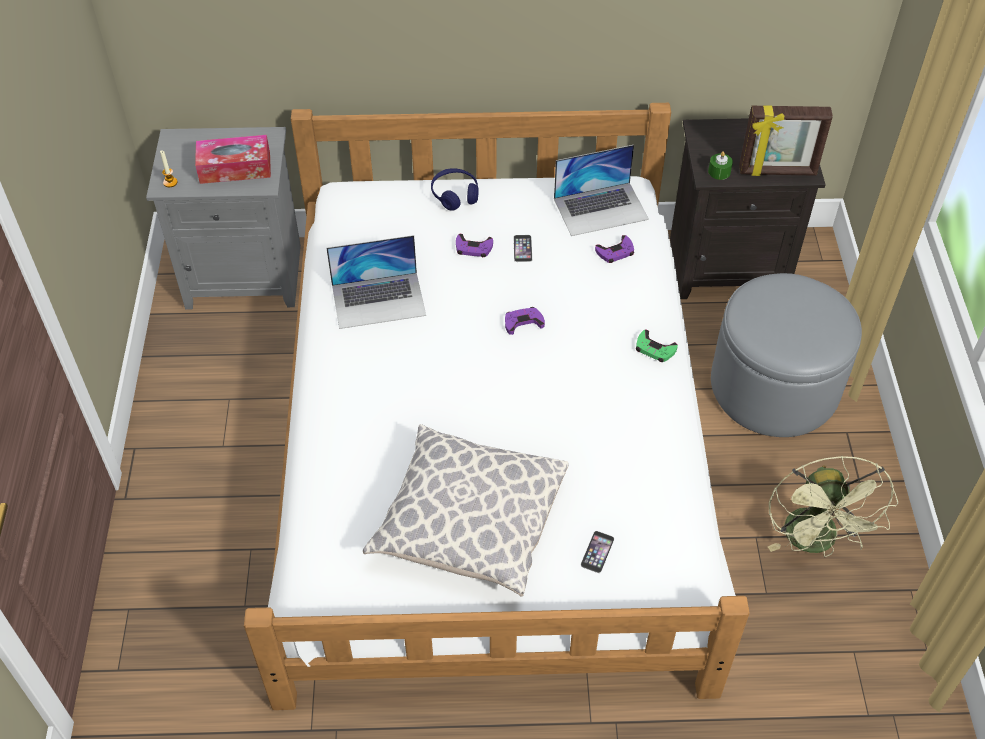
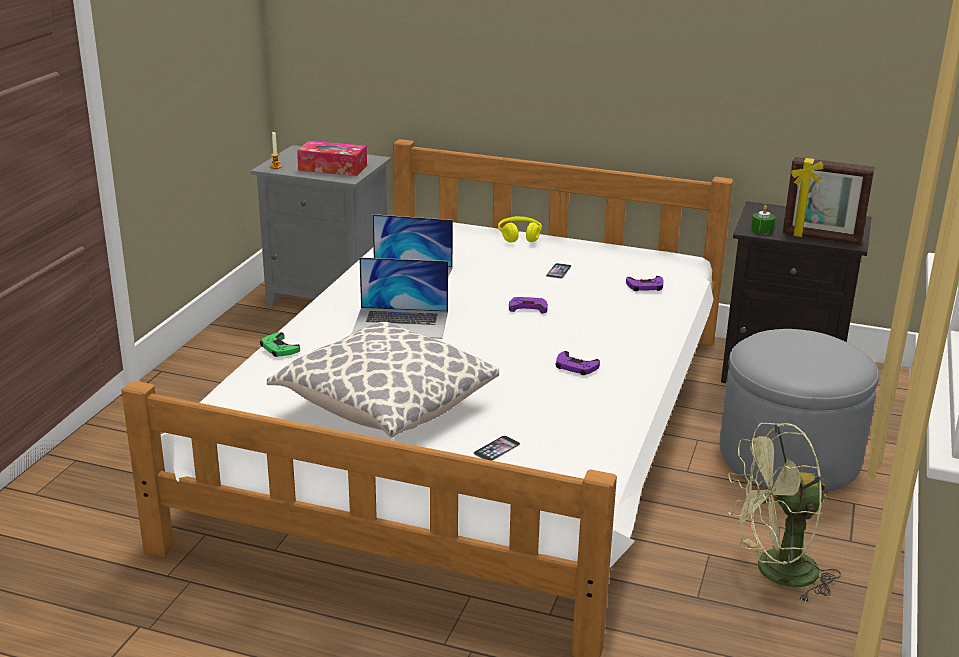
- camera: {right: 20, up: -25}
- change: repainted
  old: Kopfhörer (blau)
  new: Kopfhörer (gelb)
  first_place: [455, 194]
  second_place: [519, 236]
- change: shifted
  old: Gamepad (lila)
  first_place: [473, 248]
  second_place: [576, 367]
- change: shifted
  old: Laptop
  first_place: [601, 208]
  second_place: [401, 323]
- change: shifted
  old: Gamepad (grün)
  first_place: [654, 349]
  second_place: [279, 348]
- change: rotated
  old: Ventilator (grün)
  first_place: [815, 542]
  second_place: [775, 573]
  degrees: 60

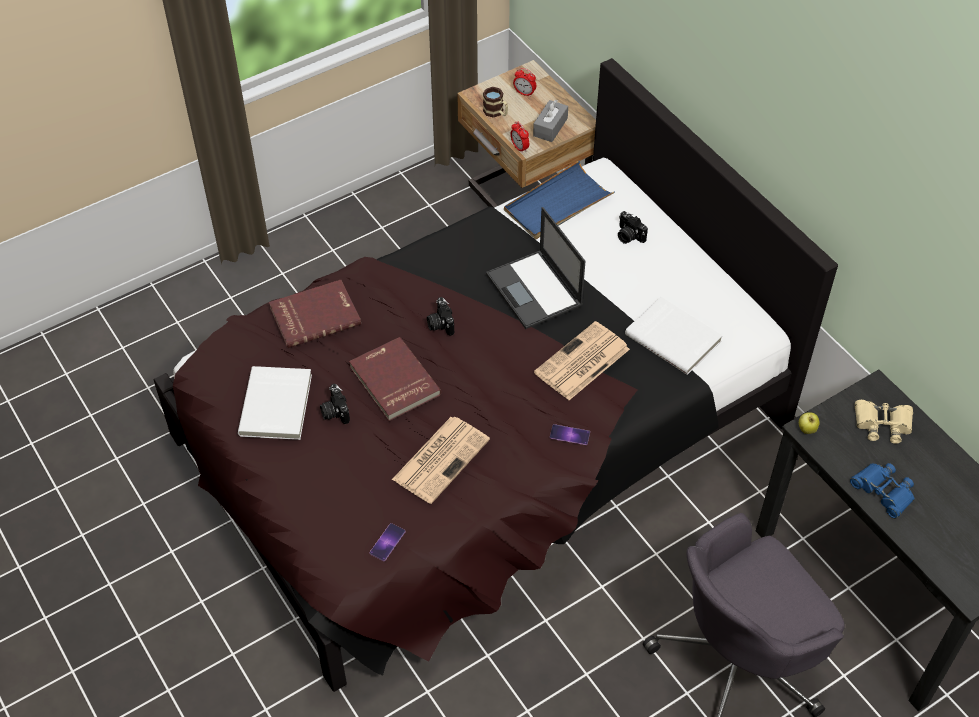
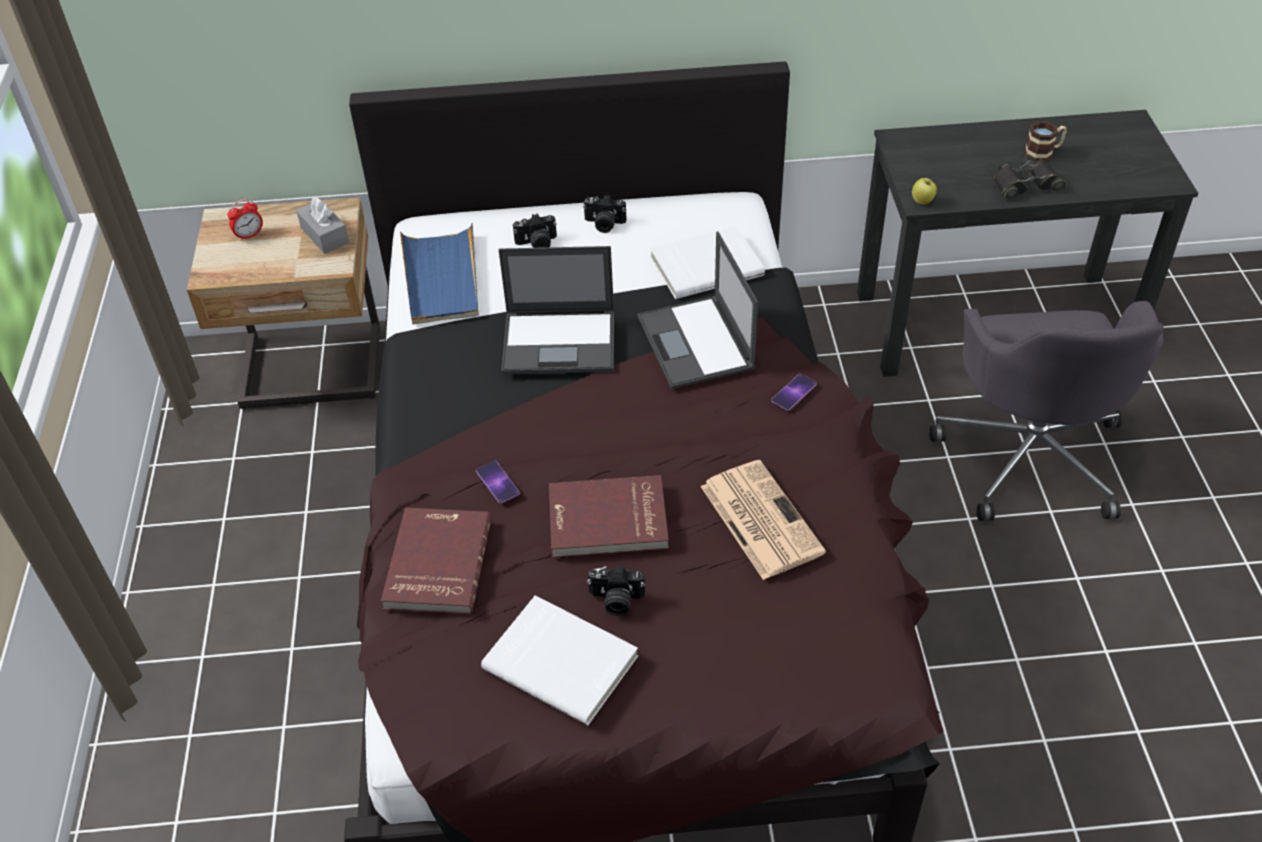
- camera: {right: -60, up: -5}
- change: shifted
  old: Handy
  first_place: [387, 542]
  second_place: [497, 482]
- change: shifted
  old: Kamera
  first_place: [440, 324]
  second_place: [604, 224]
- change: shifted
  old: Henkelbecher
  first_place: [496, 112]
  second_place: [1043, 153]
- change: gone
  old: Wecker
  first_place: [519, 148]
- change: swapped
  old: Zeitung
  new: Laptop
  first_place: [581, 362]
  second_place: [696, 344]
- change: repainted
  old: Fernglas (blau)
  new: Fernglas (schwarz)
  first_place: [883, 491]
  second_place: [1025, 184]
- change: gone
  old: Fernglas (beige)
  first_place: [882, 424]

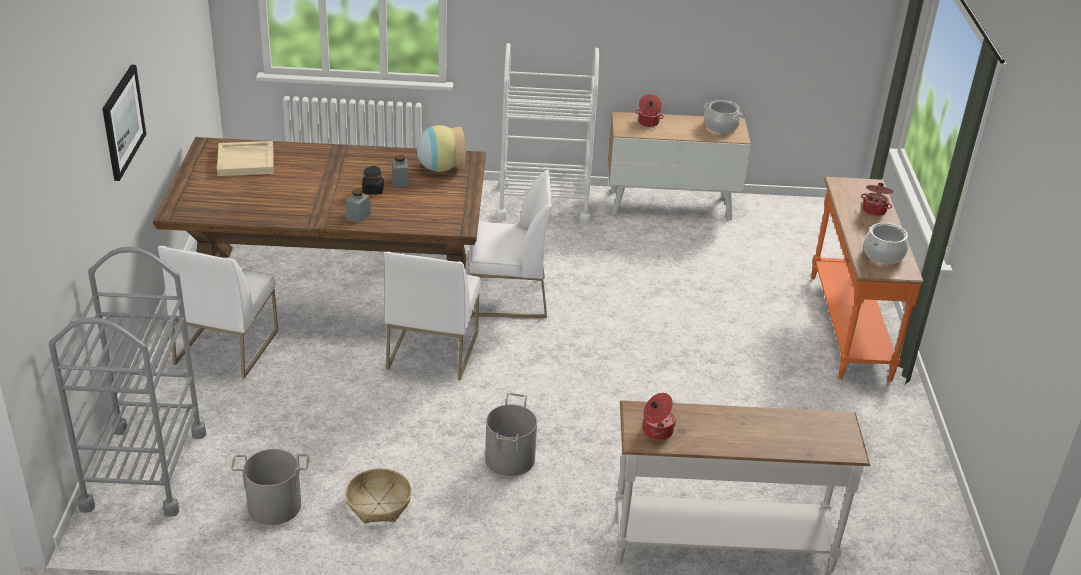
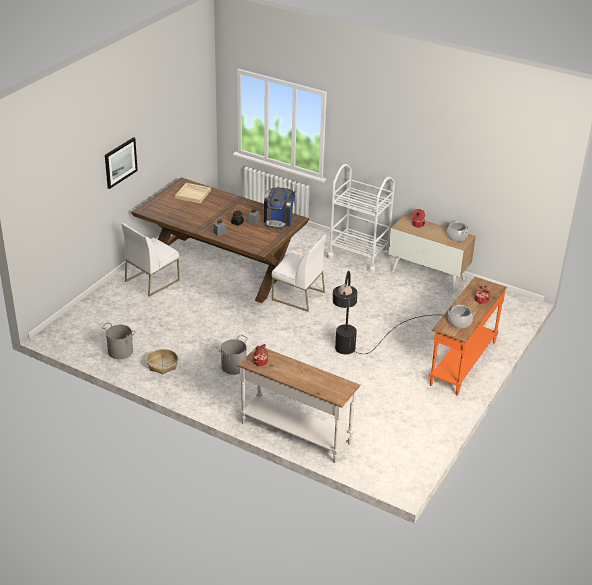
- camera: {right: 30, up: 0}
- change: gone
  old: Rollwagen (grau)
  first_place: [144, 470]
- change: gone
  old: Stuhl (weiß)
  first_place: [432, 349]
- change: swapped
  old: Vase
  new: Kaffeemaschine
  first_place: [440, 168]
  second_place: [278, 220]
- change: new
  new: Stehlampe (schwarz)
  second_place: [355, 364]

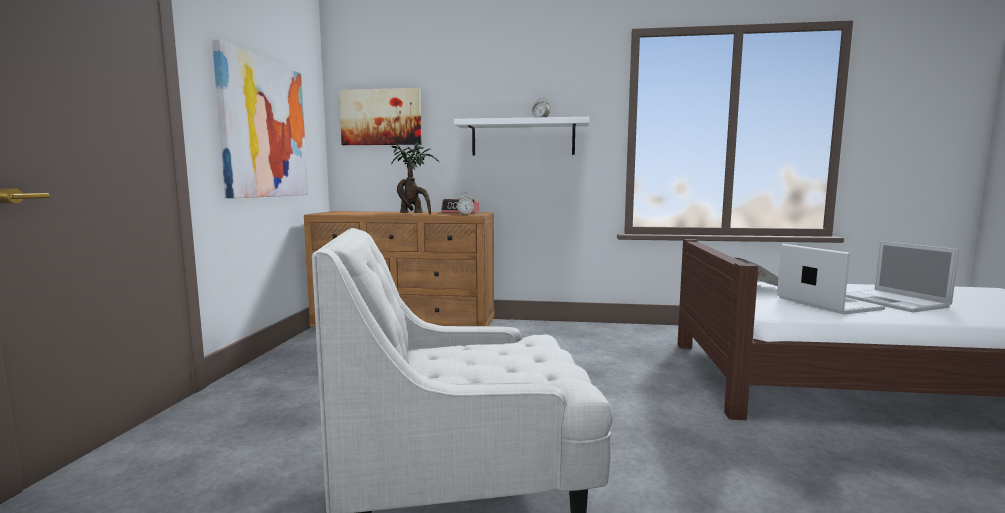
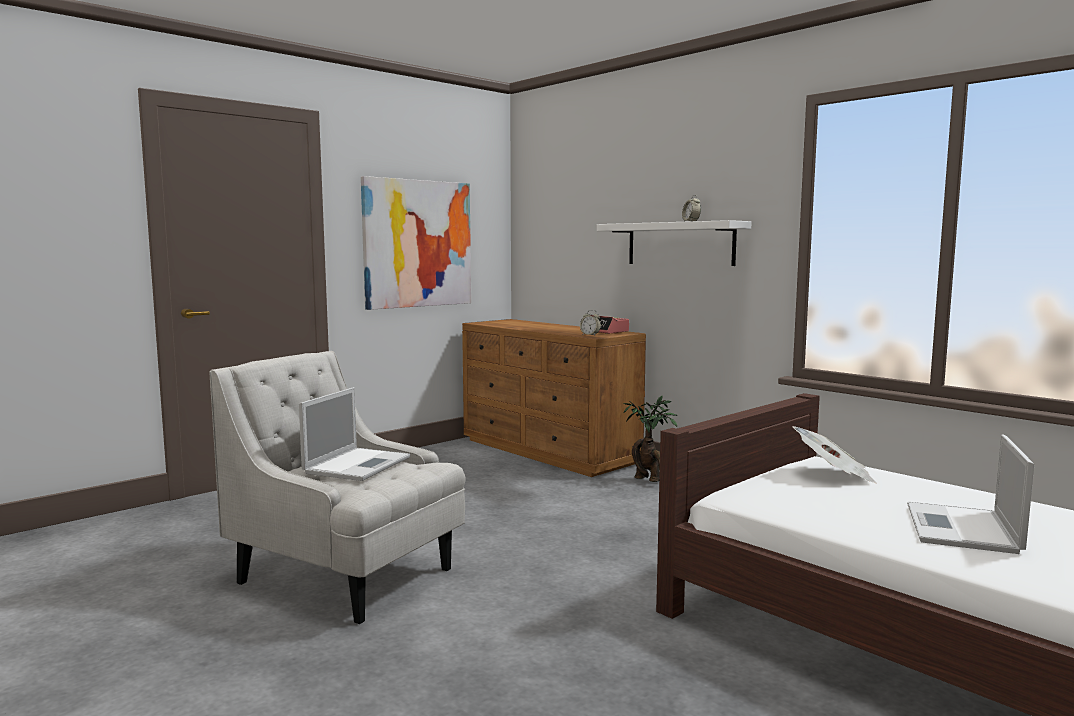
- camera: {right: 40, up: 0}
- change: gone
  old: Bild
  first_place: [381, 117]
- change: shifted
  old: Topfpflanze
  first_place: [414, 213]
  second_place: [649, 481]
- change: shifted
  old: Laptop
  first_place: [826, 303]
  second_place: [358, 464]

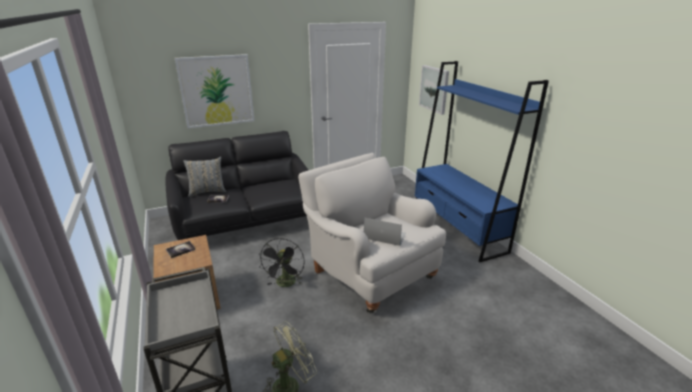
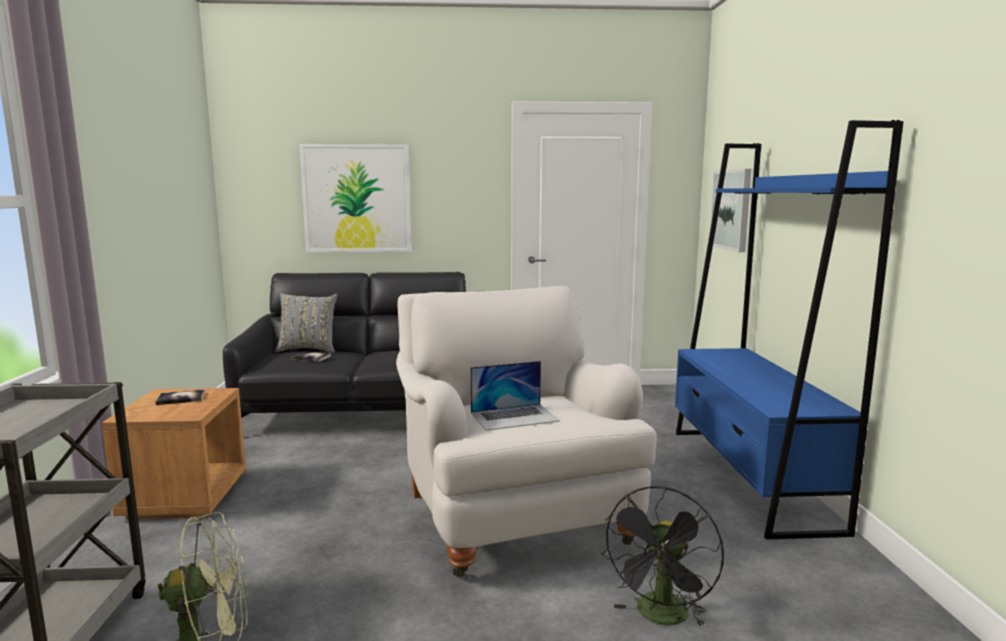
- camera: {right: 20, up: -15}
- change: shifted
  old: Ventilator (schwarz)
  first_place: [285, 284]
  second_place: [661, 617]
- change: rotated
  old: Laptop
  first_place: [384, 235]
  second_place: [514, 417]
  degrees: 120

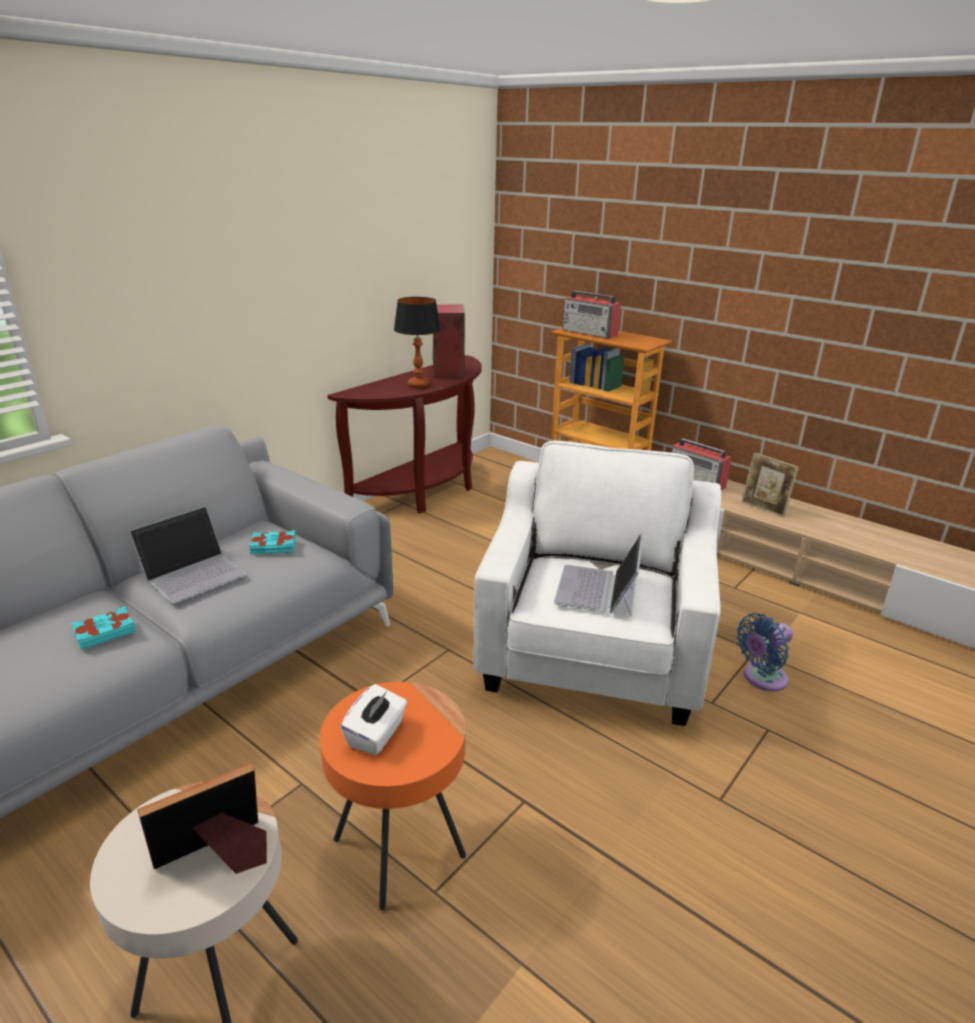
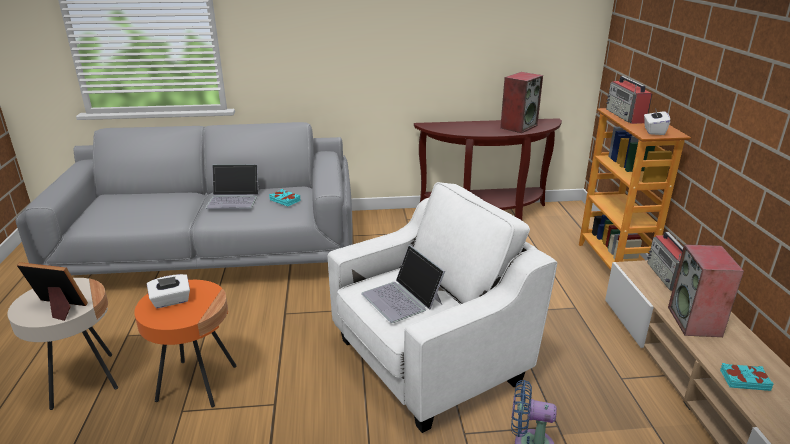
- camera: {right: 45, up: 0}
- change: shifted
  old: Buch (türkis)
  first_place: [104, 632]
  second_place: [744, 380]
- change: gone
  old: Tischlampe
  first_place: [418, 385]
- change: rotated
  old: Laptop
  first_place: [598, 589]
  second_place: [402, 298]
  degrees: -90
- change: swapped
  old: Bilderrahmen
  new: Lautsprecher
  first_place: [763, 509]
  second_place: [695, 322]
- change: new
  new: Taschentuchbox (weiß)
  second_place: [653, 131]

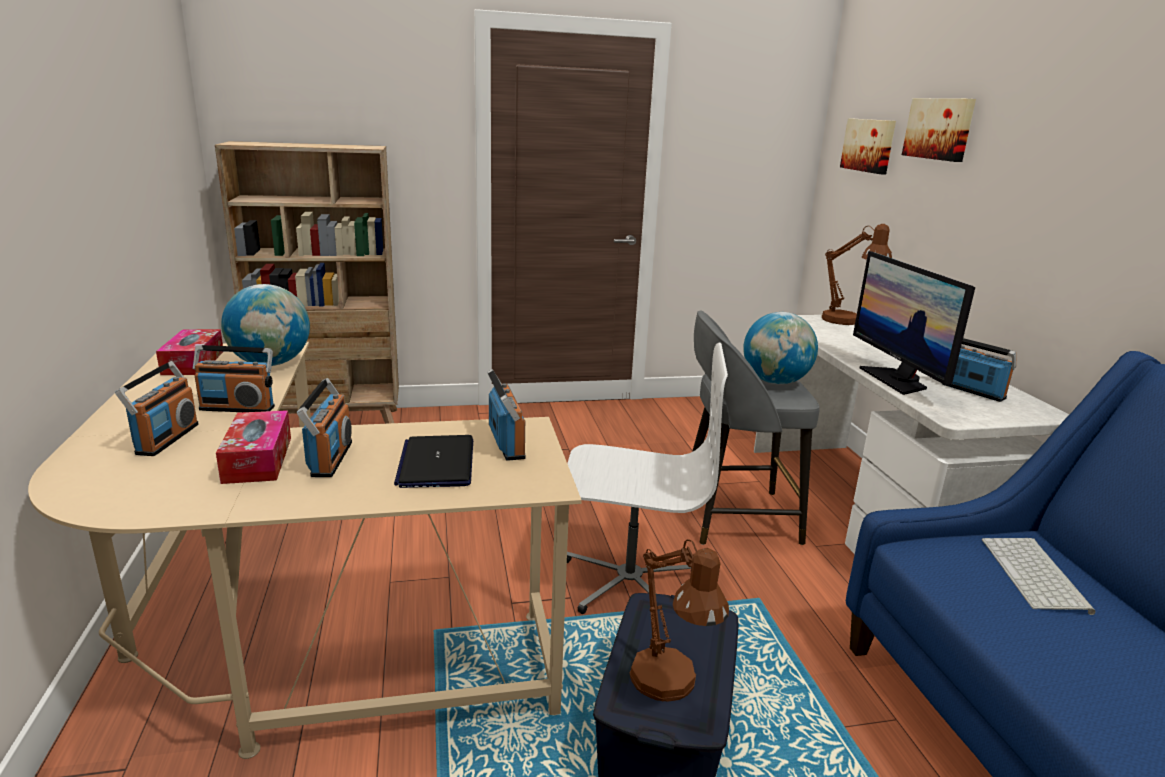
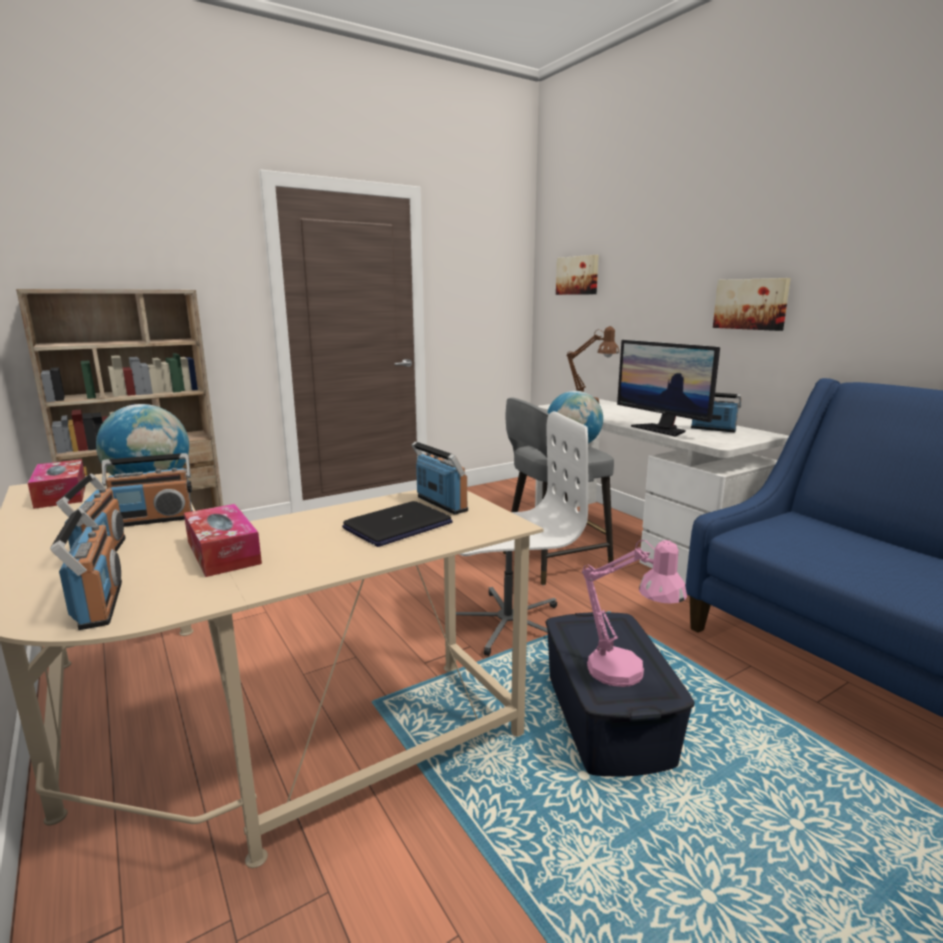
- camera: {right: -20, up: -5}
- change: shifted
  old: Radio
  first_place: [330, 459]
  second_place: [99, 604]
- change: rotated
  old: Laptop
  first_place: [436, 463]
  second_place: [398, 526]
  degrees: -105
- change: repainted
  old: Tischlampe (braun)
  new: Tischlampe (rosa)
  first_place: [669, 687]
  second_place: [626, 675]
- change: shifted
  old: Bild
  first_place: [940, 129]
  second_place: [751, 304]
- change: gone
  old: Tastatur
  first_place: [1036, 575]

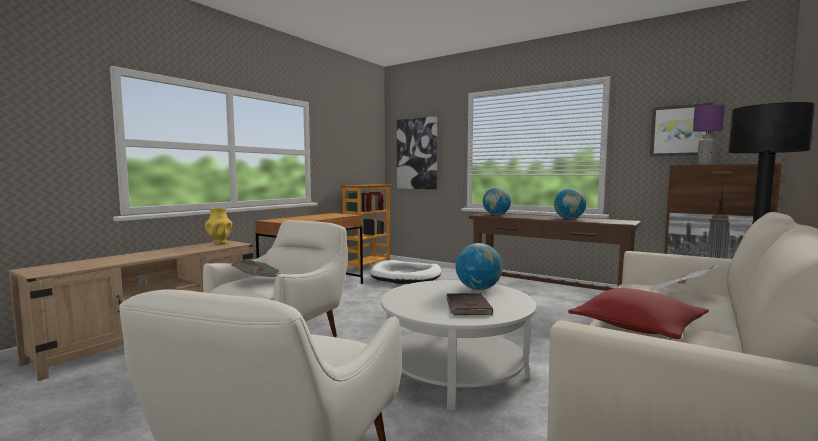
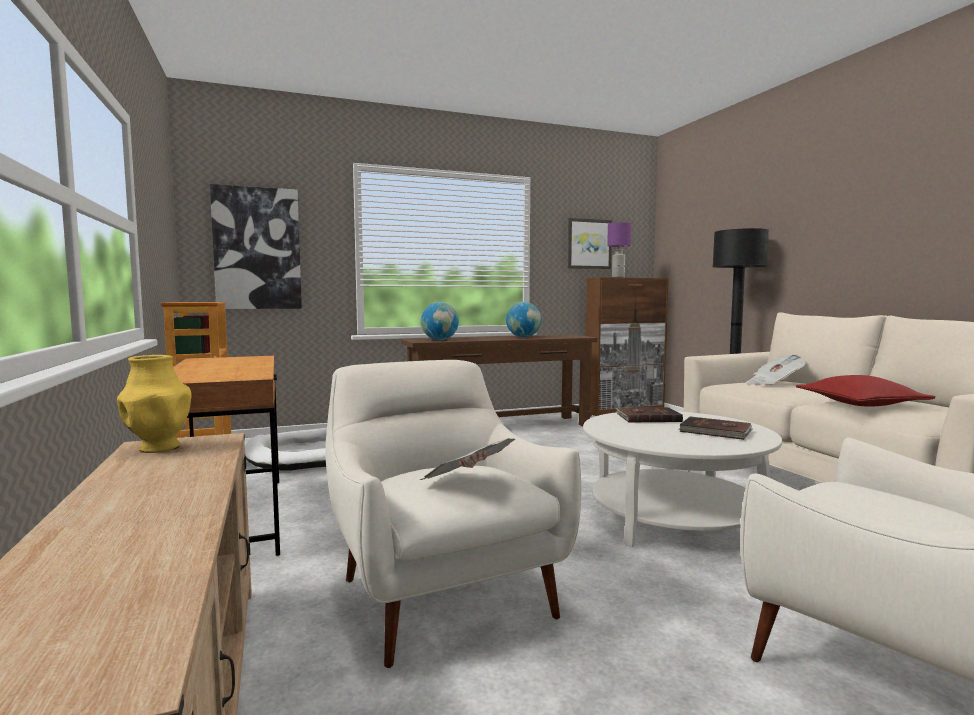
- camera: {right: -55, up: 0}
- change: swapped
  old: Globus
  new: Buch (braun)
  first_place: [478, 289]
  second_place: [647, 417]

